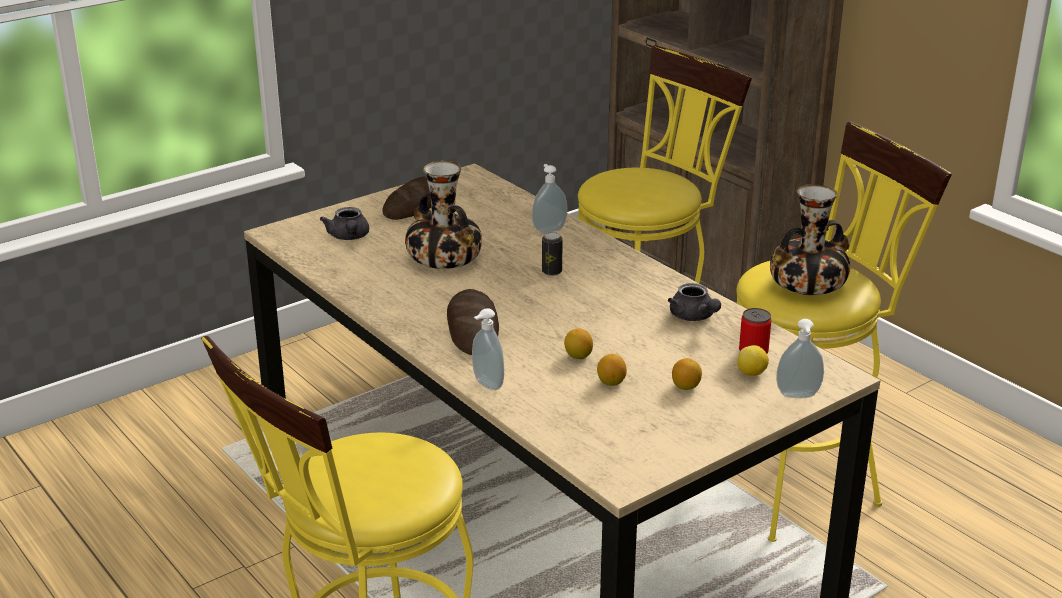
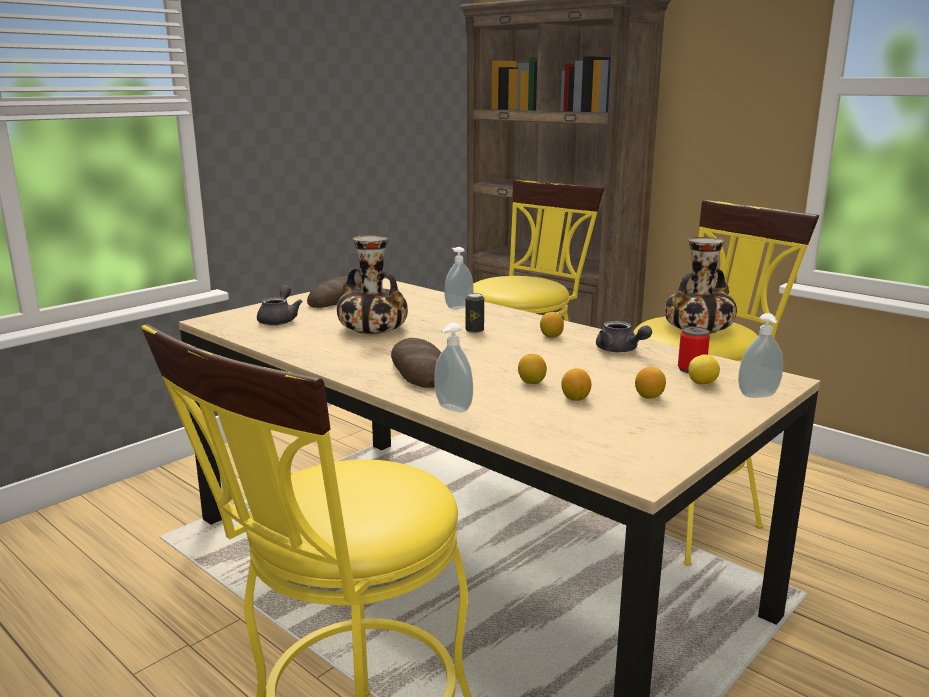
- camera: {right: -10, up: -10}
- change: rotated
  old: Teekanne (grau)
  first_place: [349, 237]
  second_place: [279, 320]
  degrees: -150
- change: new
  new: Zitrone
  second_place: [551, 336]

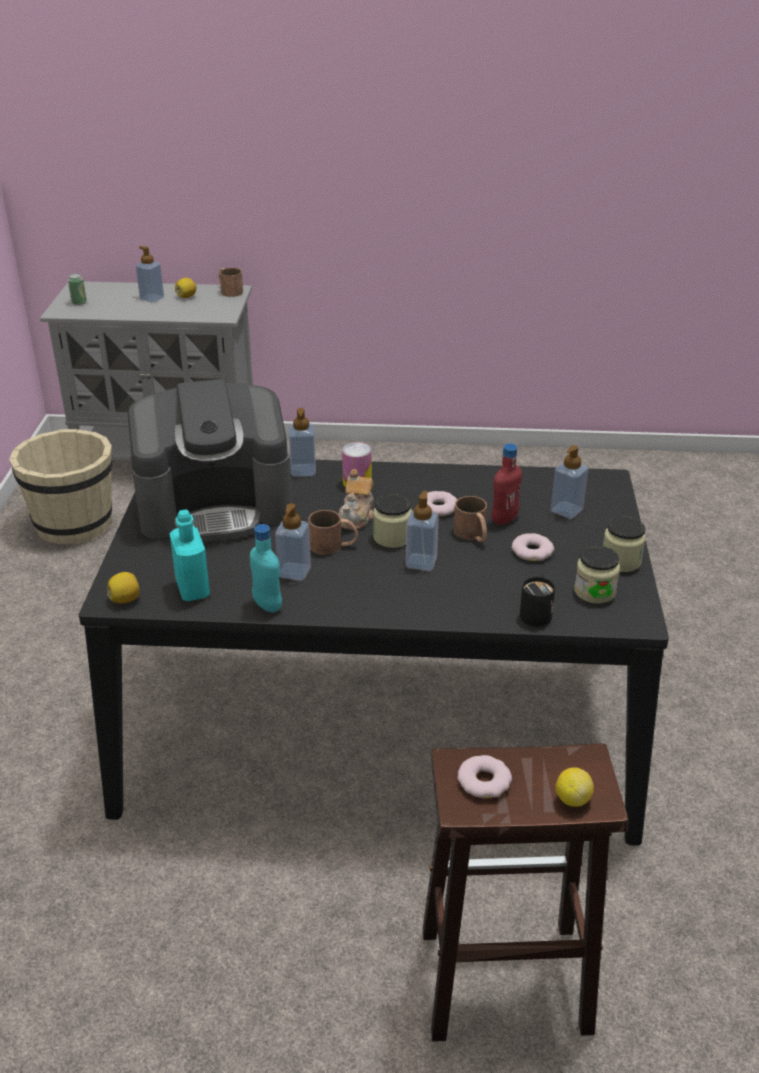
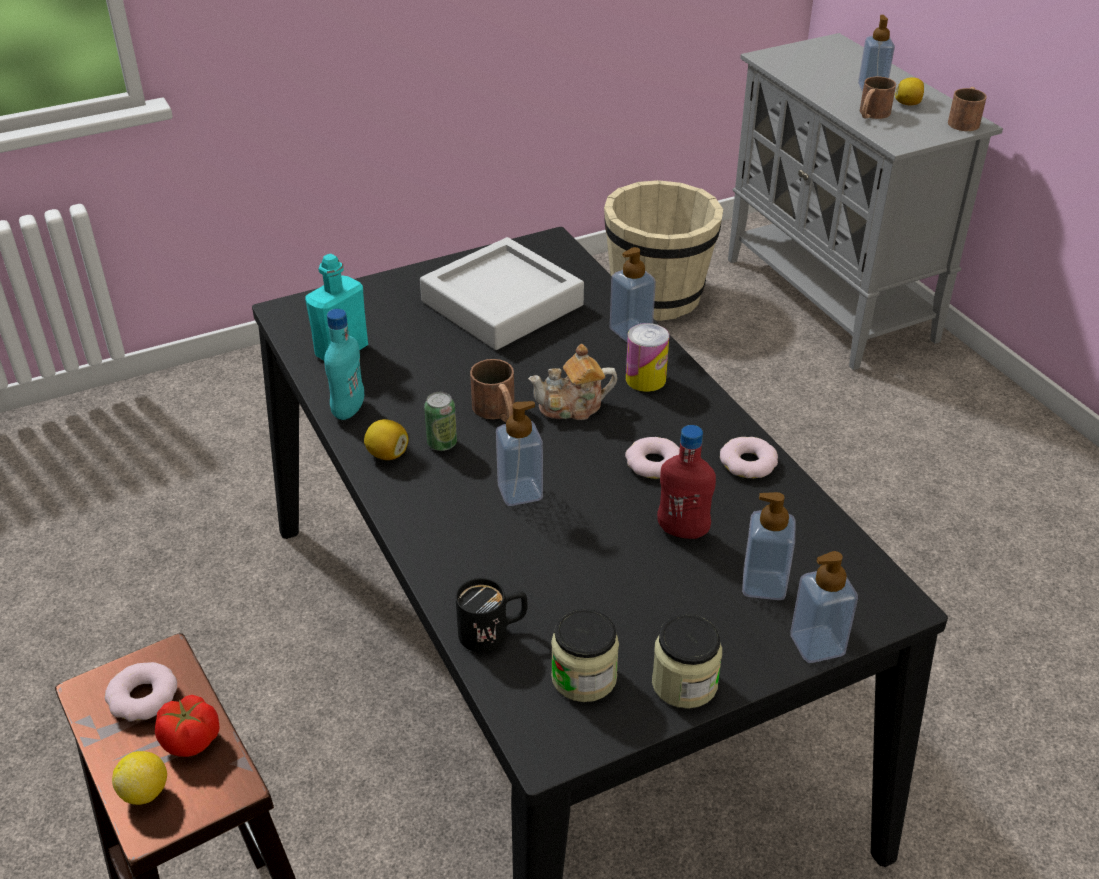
- camera: {right: 60, up: 5}
- change: shifted
  old: Dose
  first_place: [79, 302]
  second_place: [442, 443]
- change: shifted
  old: Zitrone
  first_place: [125, 599]
  second_place: [387, 454]
- change: swapped
  old: Kaffeemaschine
  new: Tablett (grau)
  first_place: [216, 506]
  second_place: [502, 303]
- change: shifted
  old: Seifenspender
  first_place: [294, 572]
  second_place: [817, 645]
- change: gone
  old: Vorratsglas
  first_place: [392, 537]
- change: shifted
  old: Henkelbecher (braun)
  first_place: [473, 535]
  second_place: [871, 114]
- change: shifted
  old: Donut
  first_place: [532, 551]
  second_place: [748, 463]
- change: new
  new: Tomate
  second_place: [191, 740]

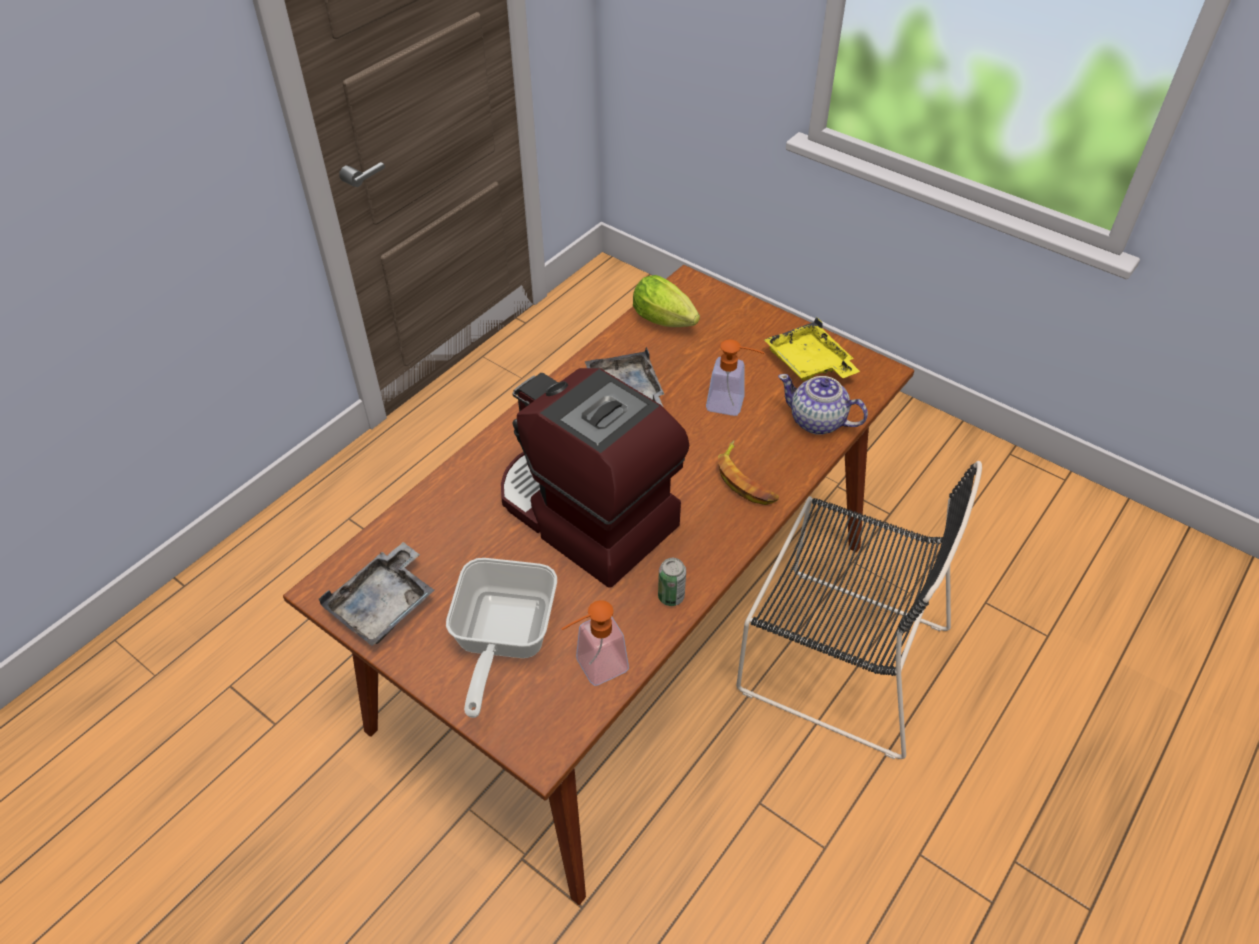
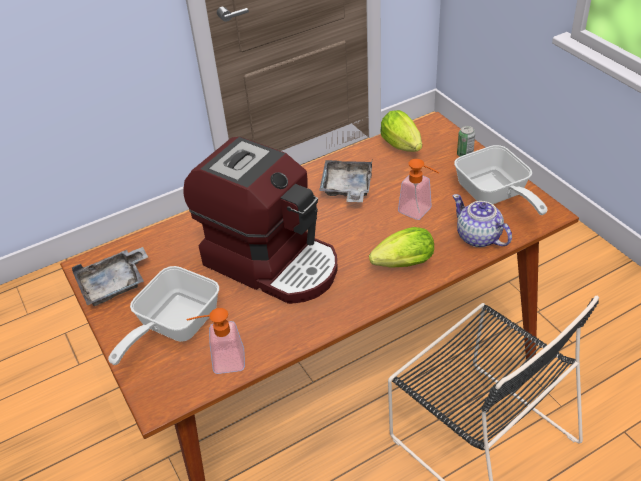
- camera: {right: 25, up: -5}
- change: rotated
  old: Kaffeemaschine
  first_place: [584, 516]
  second_place: [272, 262]
  degrees: 150
- change: shifted
  old: Dose
  first_place: [671, 596]
  second_place: [465, 154]
- change: swapped
  old: Banane
  new: Salatkopf
  first_place: [745, 480]
  second_place: [400, 265]
- change: swapped
  old: Tablett (gelb)
  new: Pfanne
  first_place: [809, 363]
  second_place: [494, 196]

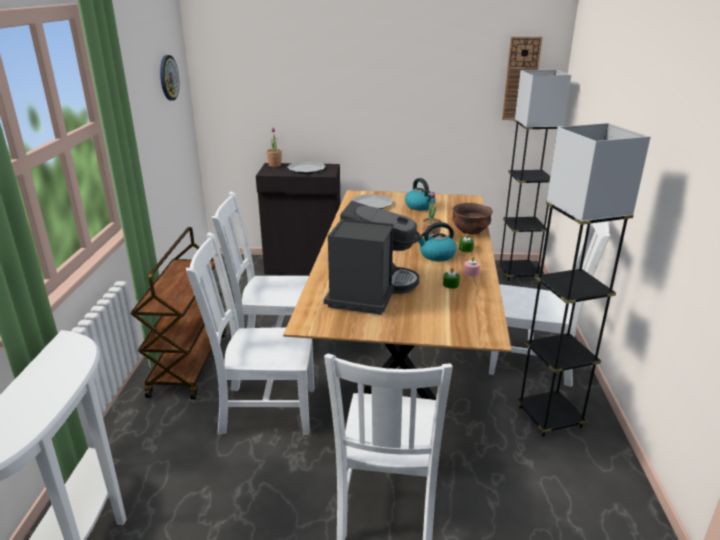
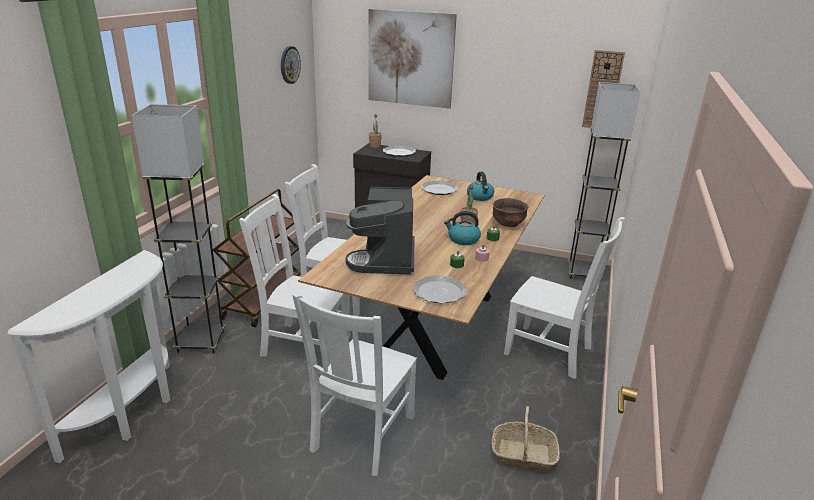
- camera: {right: 15, up: 0}
- change: rotated
  old: Kaffeemaschine
  first_place: [369, 291]
  second_place: [386, 259]
  degrees: 150
- change: shifted
  old: Stehlampe (grau)
  first_place: [549, 417]
  second_place: [201, 342]
- change: new
  new: Bild
  second_place: [410, 59]
- change: new
  new: Teller
  second_place: [439, 292]
- change: new
  new: Korb
  second_place: [523, 455]

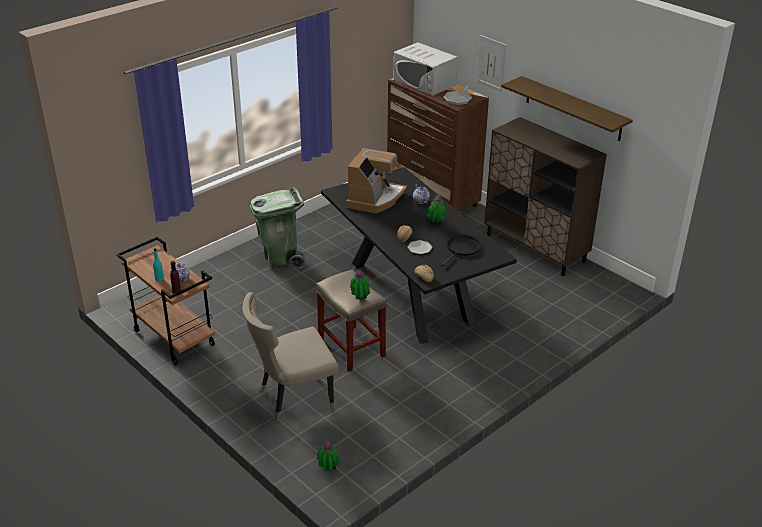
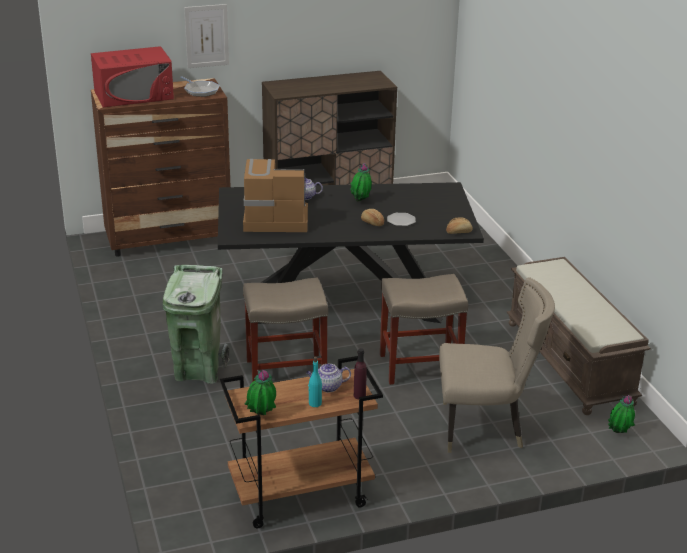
- camera: {right: -65, up: -5}
- change: rotated
  old: Stuhl (beige)
  first_place: [292, 398]
  second_place: [485, 428]
  degrees: -90
- change: rotated
  old: Kaffeemaschine
  first_place: [375, 199]
  second_place: [274, 219]
  degrees: -45
- change: shifted
  old: Topfpflanze
  first_place: [360, 300]
  second_place: [261, 416]
- change: repainted
  old: Mikrowelle (weiß)
  new: Mikrowelle (rot)
  first_place: [424, 82]
  second_place: [134, 95]
- change: gone
  old: Pfanne (schwarz)
  first_place: [462, 249]
- change: gone
  old: Wandregal
  first_place: [573, 109]
- change: new
  new: Hocker (beige)
  second_place: [285, 372]
- change: new
  new: Bank (braun)
  second_place: [570, 363]

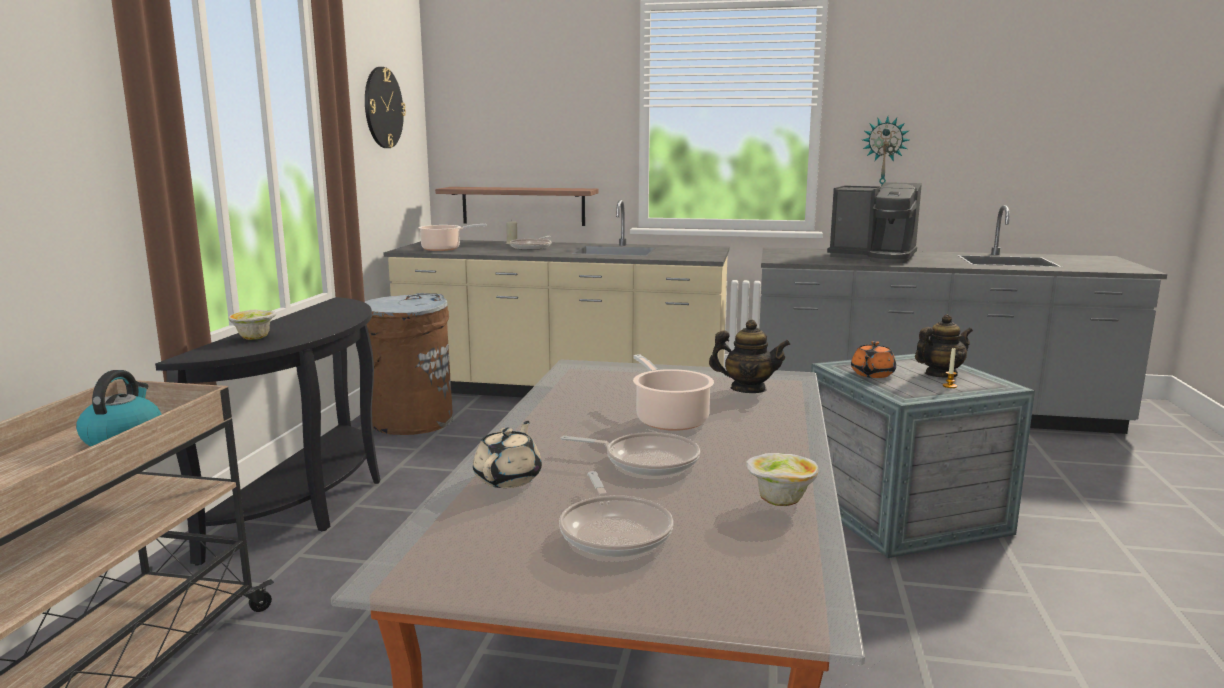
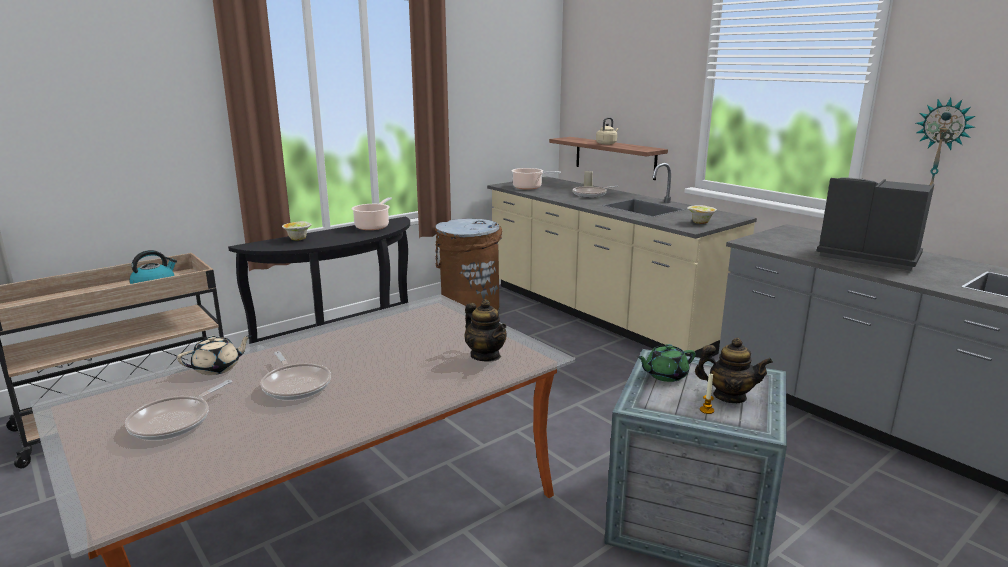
- camera: {right: 40, up: 5}
- change: gone
  old: Wanduhr
  first_place: [383, 108]
- change: shifted
  old: Kochtopf
  first_place: [669, 419]
  second_place: [373, 226]
- change: shifted
  old: Schüssel
  first_place: [779, 501]
  second_place: [700, 223]
- change: rotated
  old: Kaffeemaschine
  first_place: [874, 257]
  second_place: [865, 256]
  degrees: 150
- change: repainted
  old: Teekanne (orange)
  new: Teekanne (grün)
  first_place: [872, 374]
  second_place: [665, 375]
- change: new
  new: Wasserkessel (beige)
  second_place: [607, 143]

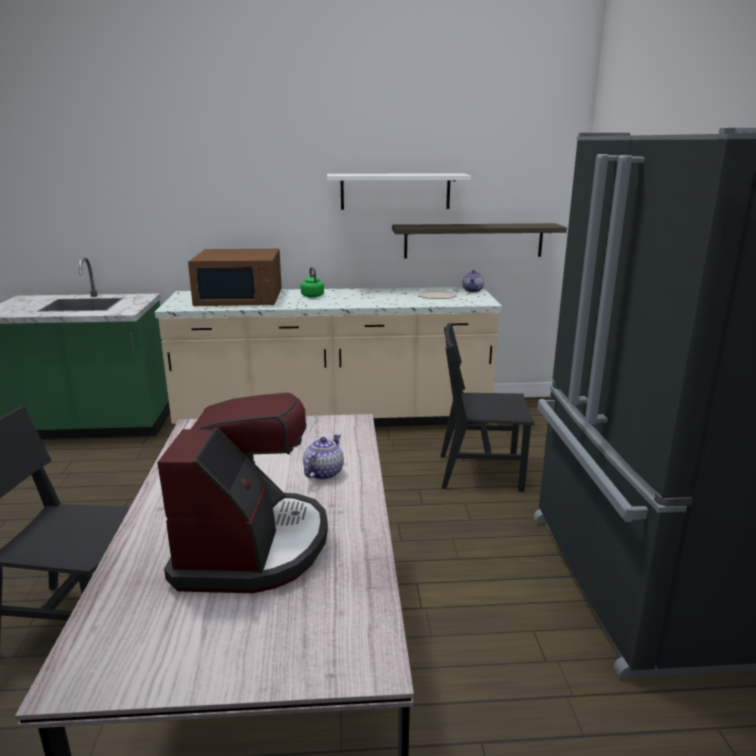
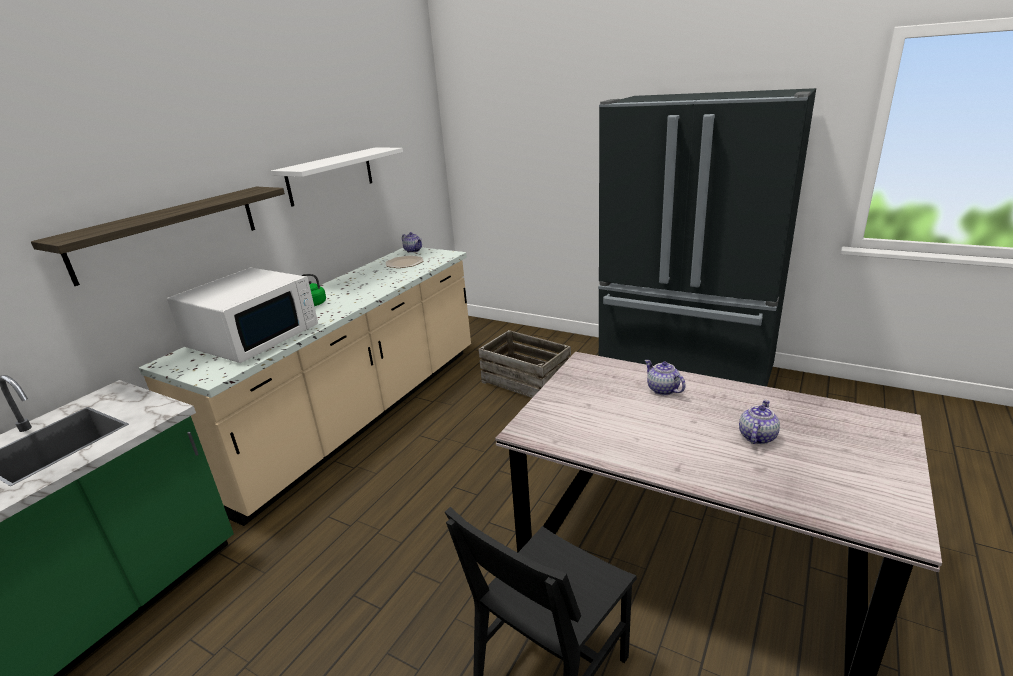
- camera: {right: -55, up: 5}
- change: swapped
  old: Kaffeemaschine
  new: Teekanne
  first_place: [252, 546]
  second_place: [756, 436]
- change: repainted
  old: Mikrowelle (braun)
  new: Mikrowelle (weiß)
  first_place: [240, 298]
  second_place: [254, 336]
- change: shifted
  old: Wandregal
  first_place: [473, 240]
  second_place: [168, 232]
- change: swapped
  old: Stuhl (schwarz)
  new: Kiste
  first_place: [480, 472]
  second_place: [525, 381]

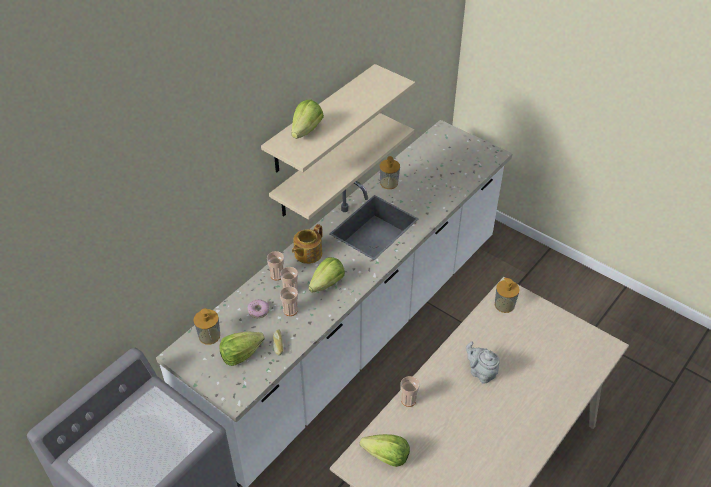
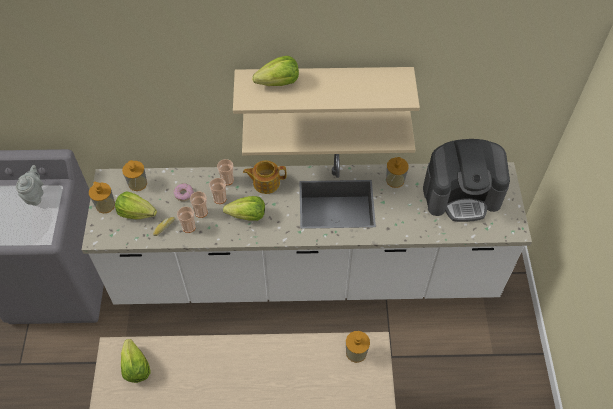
- camera: {right: 50, up: 10}
- change: shifted
  old: Tasse
  first_place: [408, 400]
  second_place: [188, 227]
- change: shifted
  old: Teekanne (grau)
  first_place: [481, 372]
  second_place: [35, 195]
- change: new
  new: Seifenspender
  second_place: [105, 205]
- change: new
  new: Kaffeemaschine
  second_place: [461, 194]

